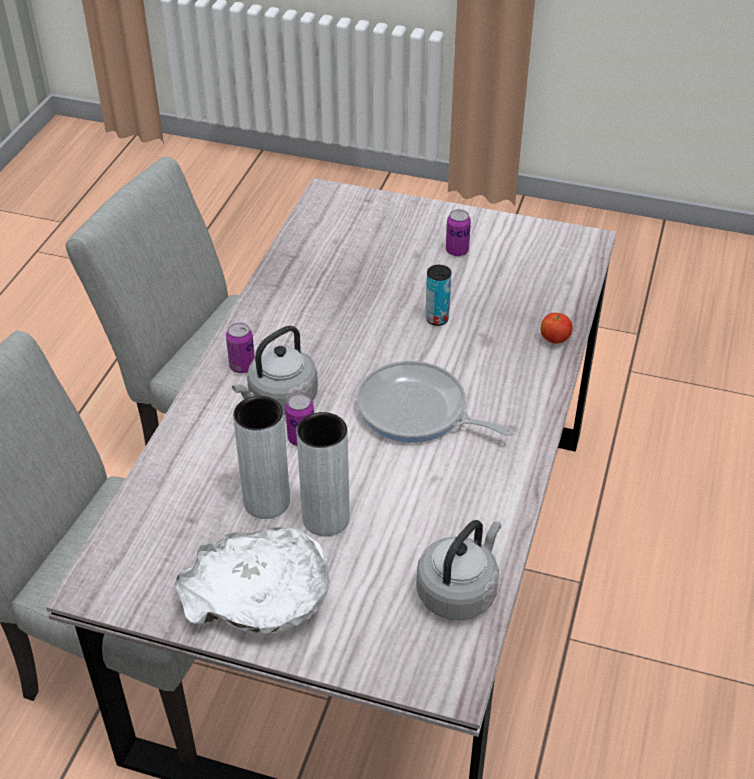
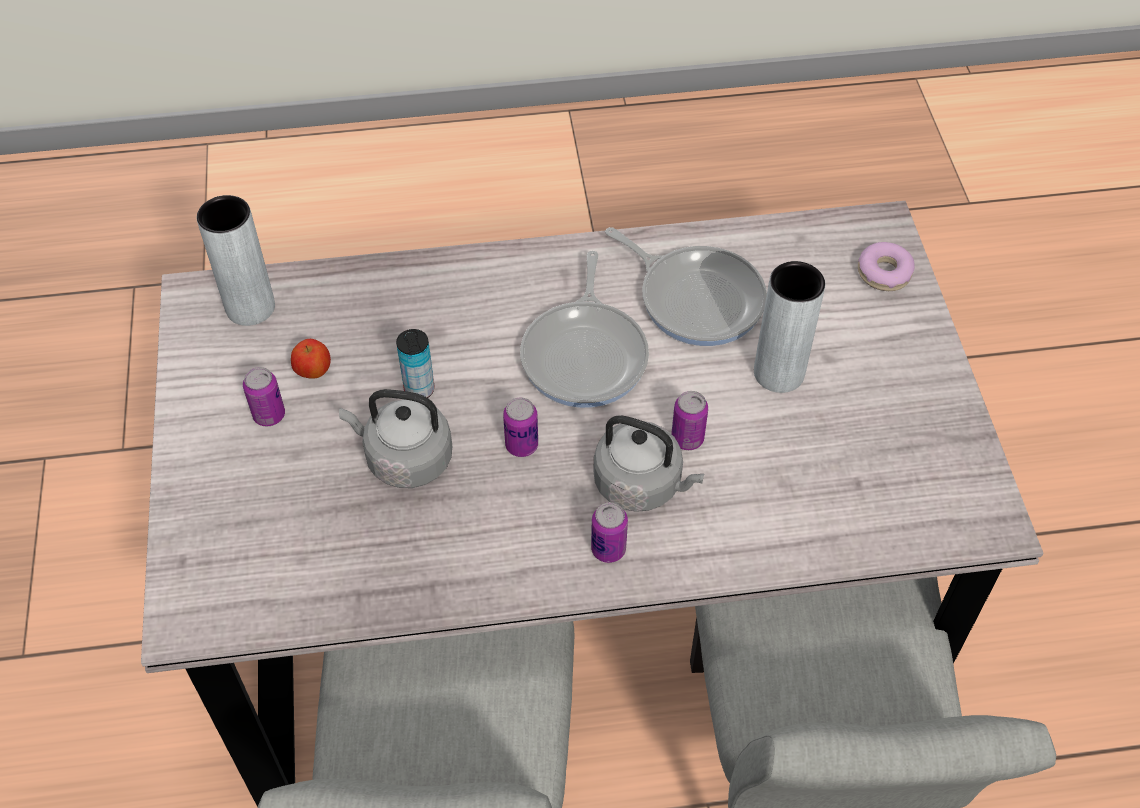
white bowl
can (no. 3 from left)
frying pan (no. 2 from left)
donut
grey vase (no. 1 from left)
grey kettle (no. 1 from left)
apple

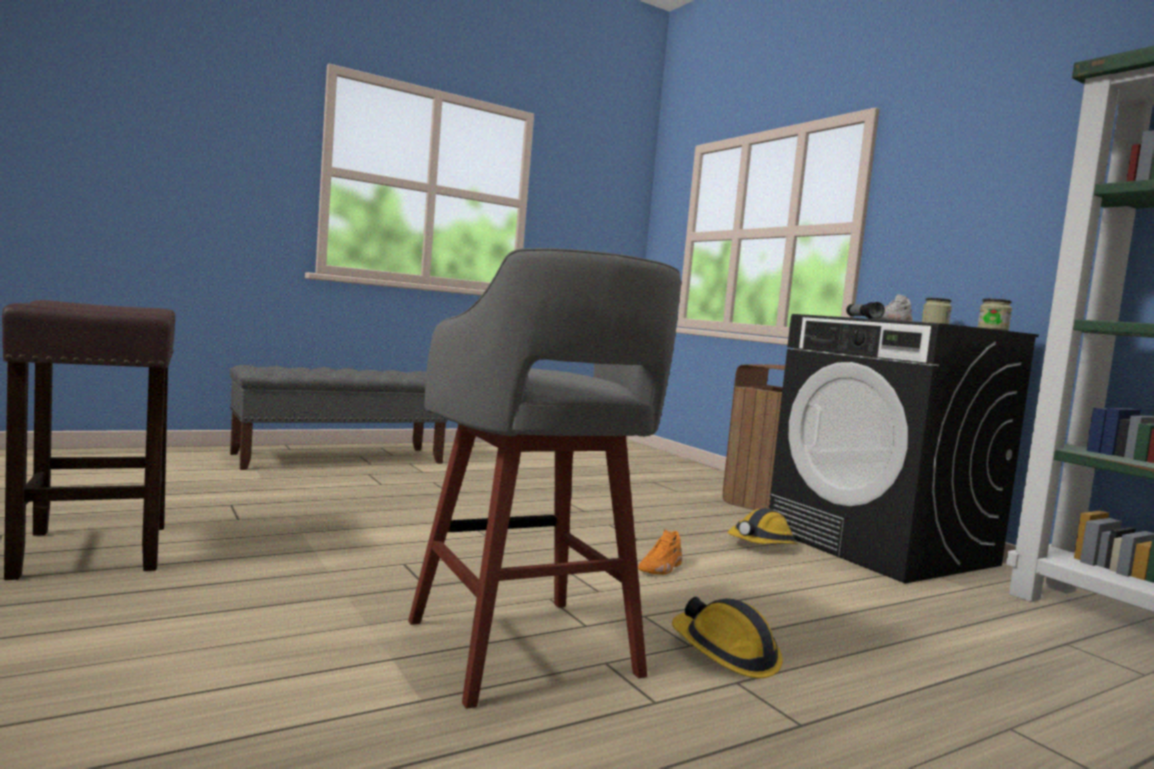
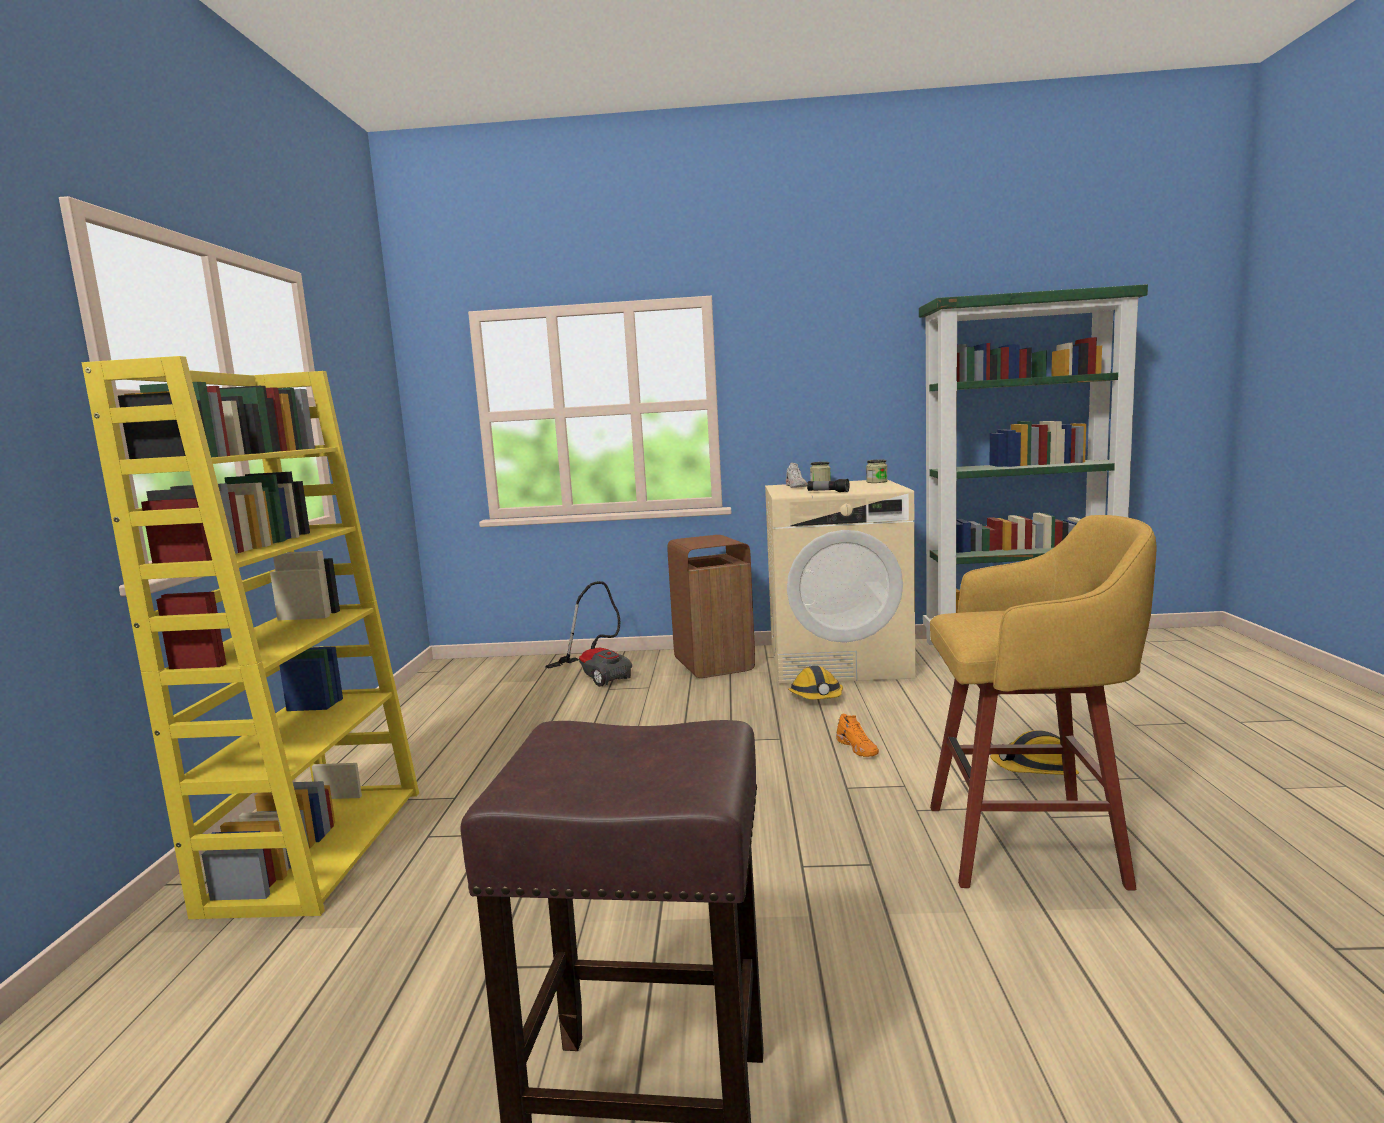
vacuum cleaner
yellow bookcase
yellow stool
beige washing machine

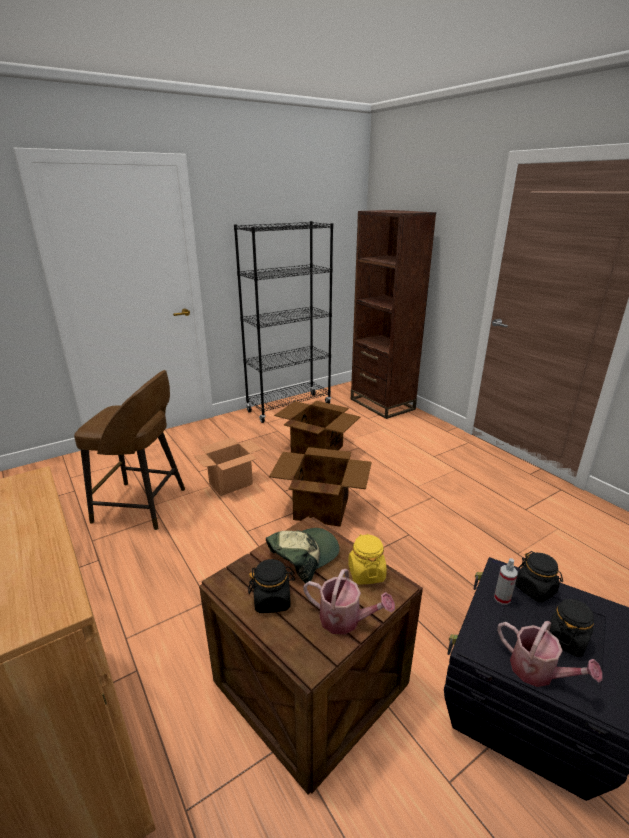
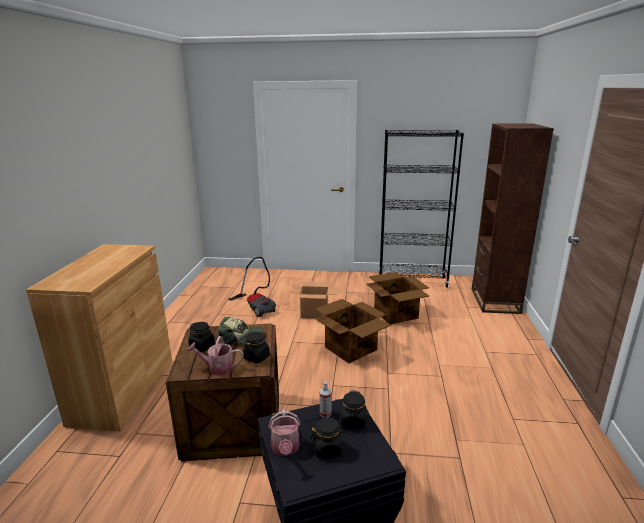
vacuum cleaner
black jar (no. 2 from left)
watering can (no. 1 from left)

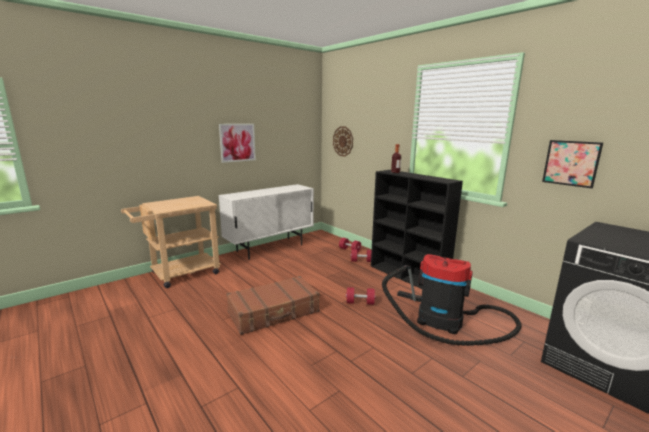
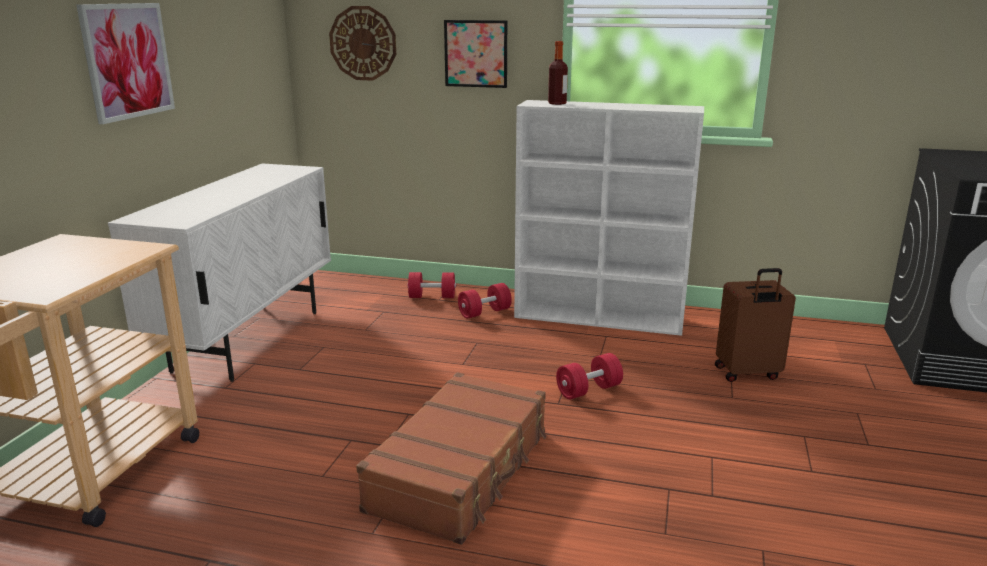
picture (no. 2 from left)
brown suitcase (no. 2 from left)
white bookcase

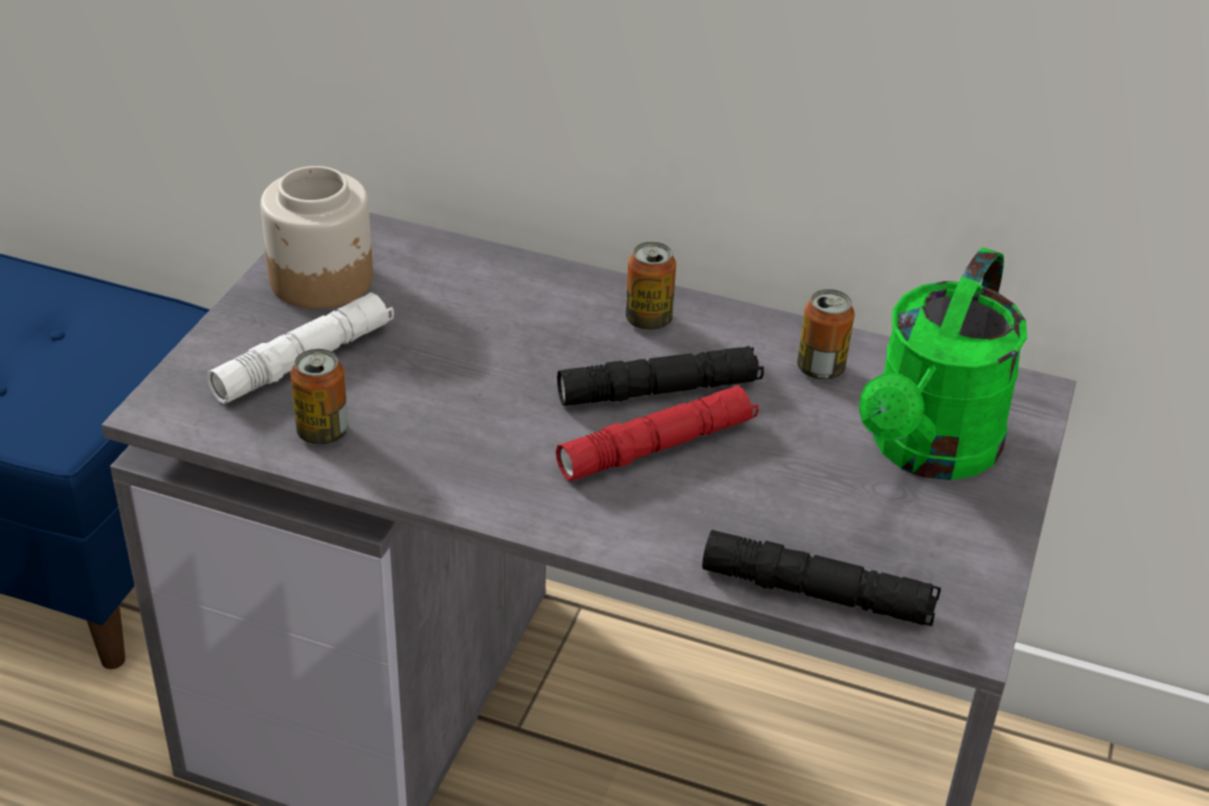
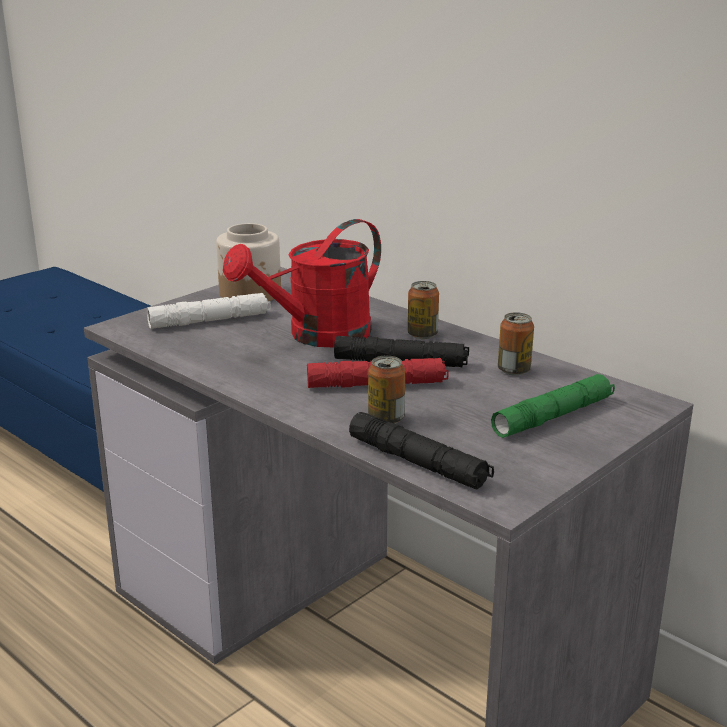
red watering can
can (no. 1 from left)
green flashlight

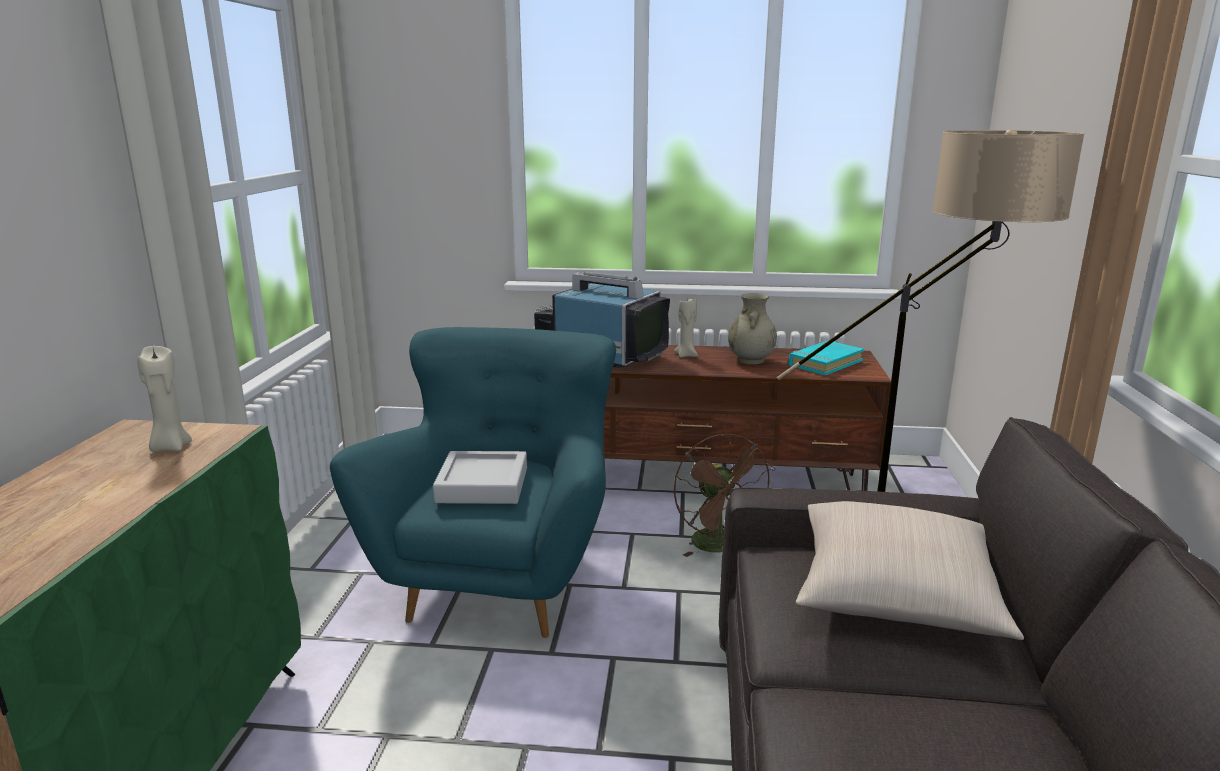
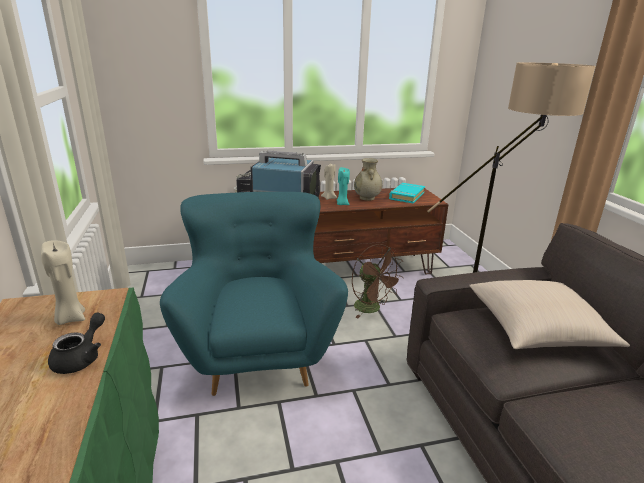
grey tray
black teapot
turquoise candle

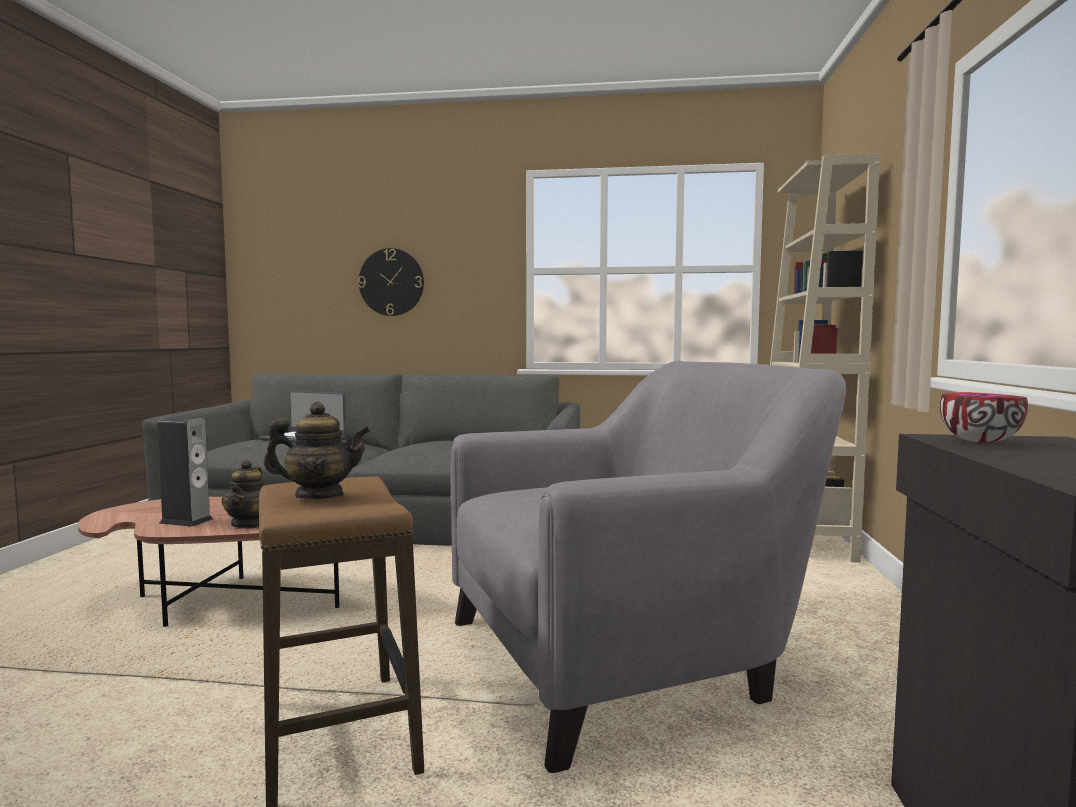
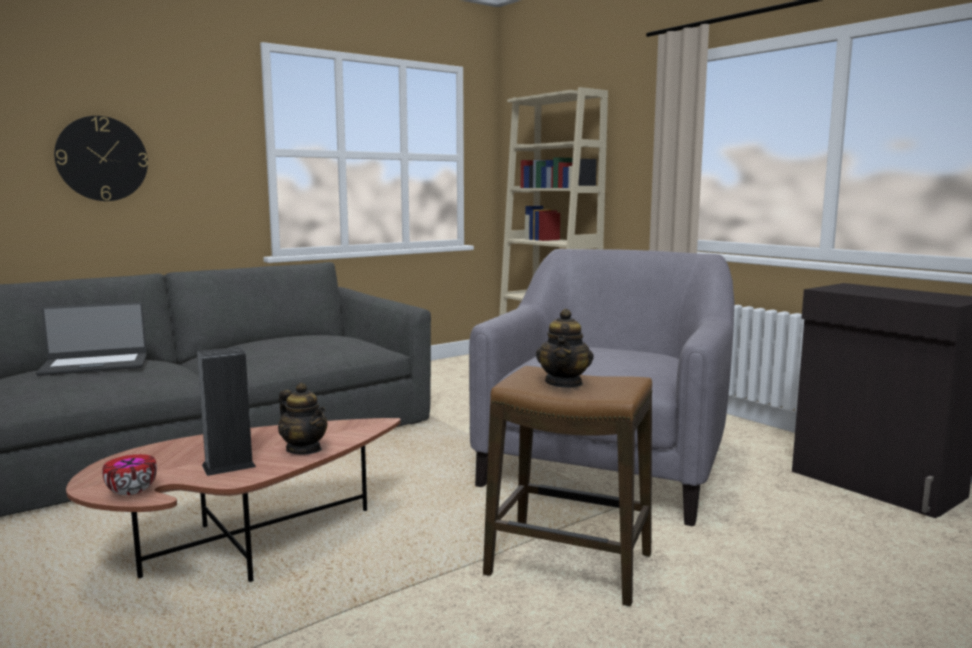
bowl
teapot (no. 2 from left)

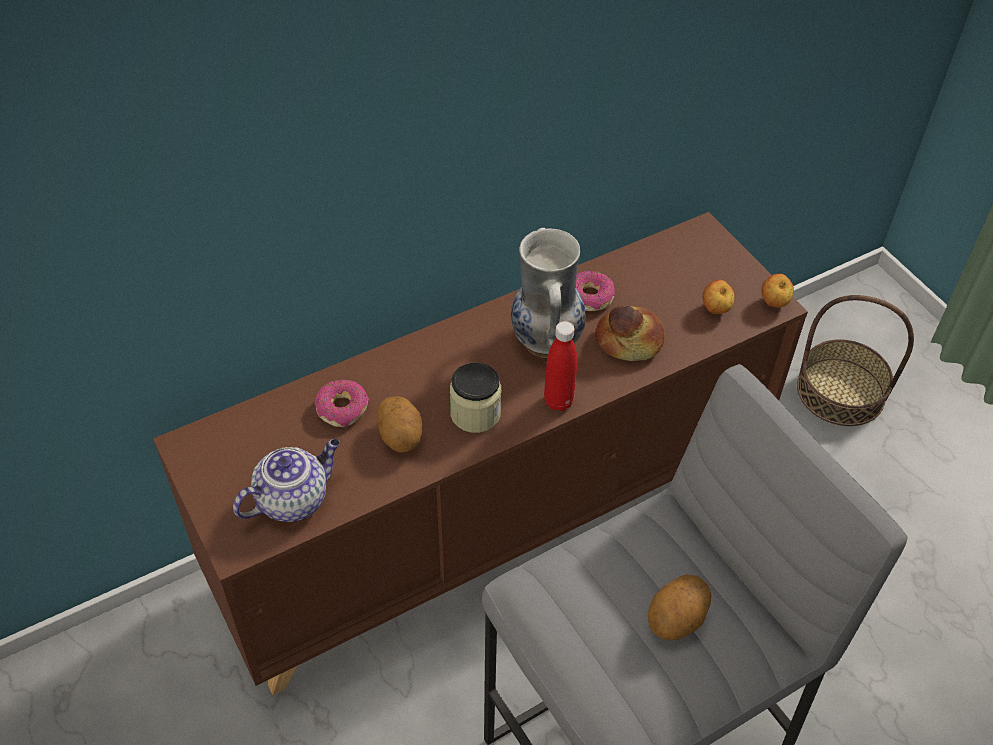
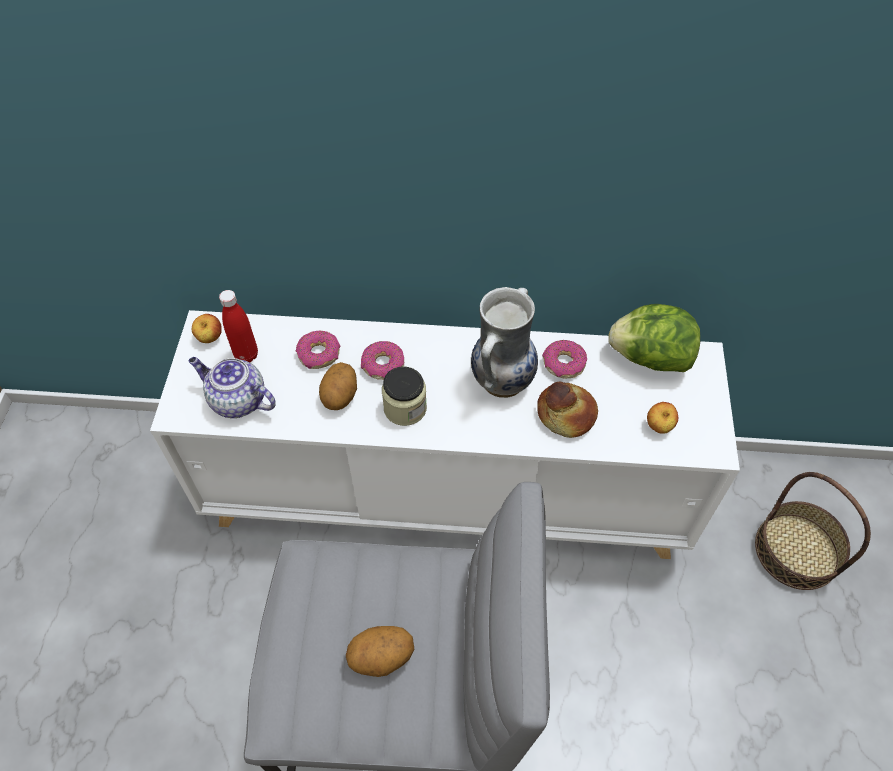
donut (no. 2 from left)
lettuce
red bottle
apple (no. 1 from left)
white cabinet
teapot

